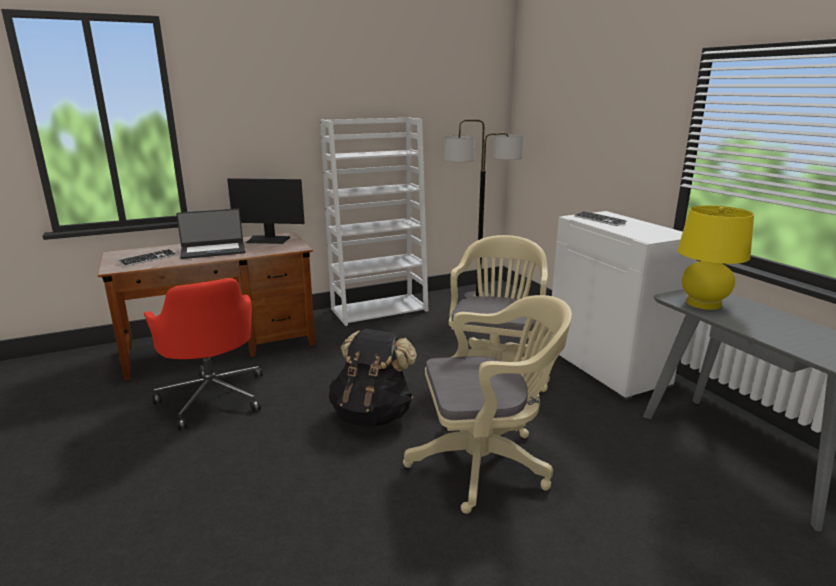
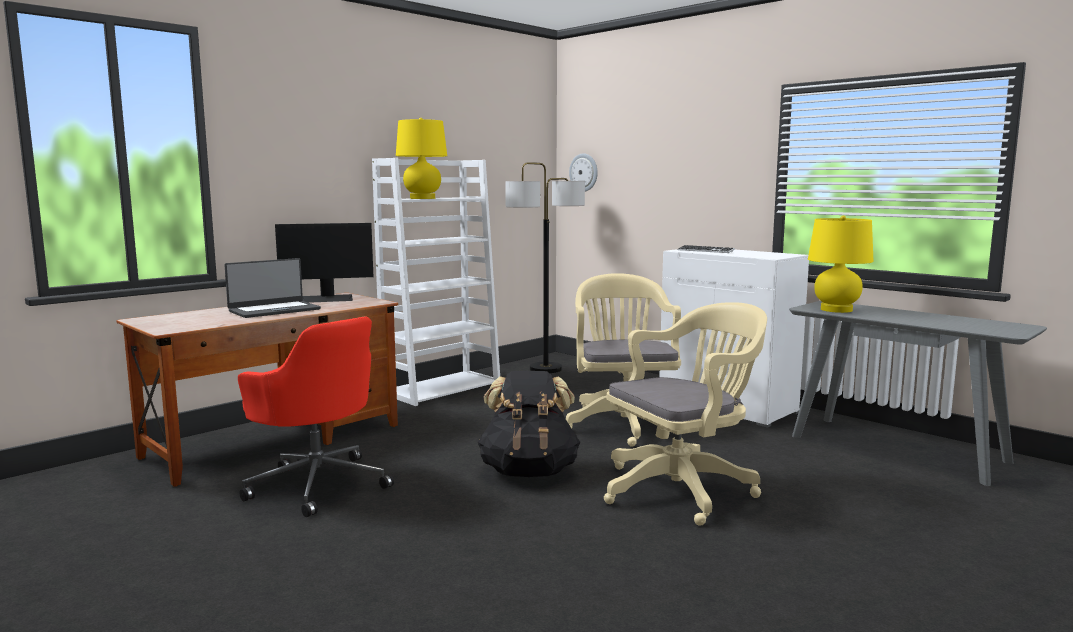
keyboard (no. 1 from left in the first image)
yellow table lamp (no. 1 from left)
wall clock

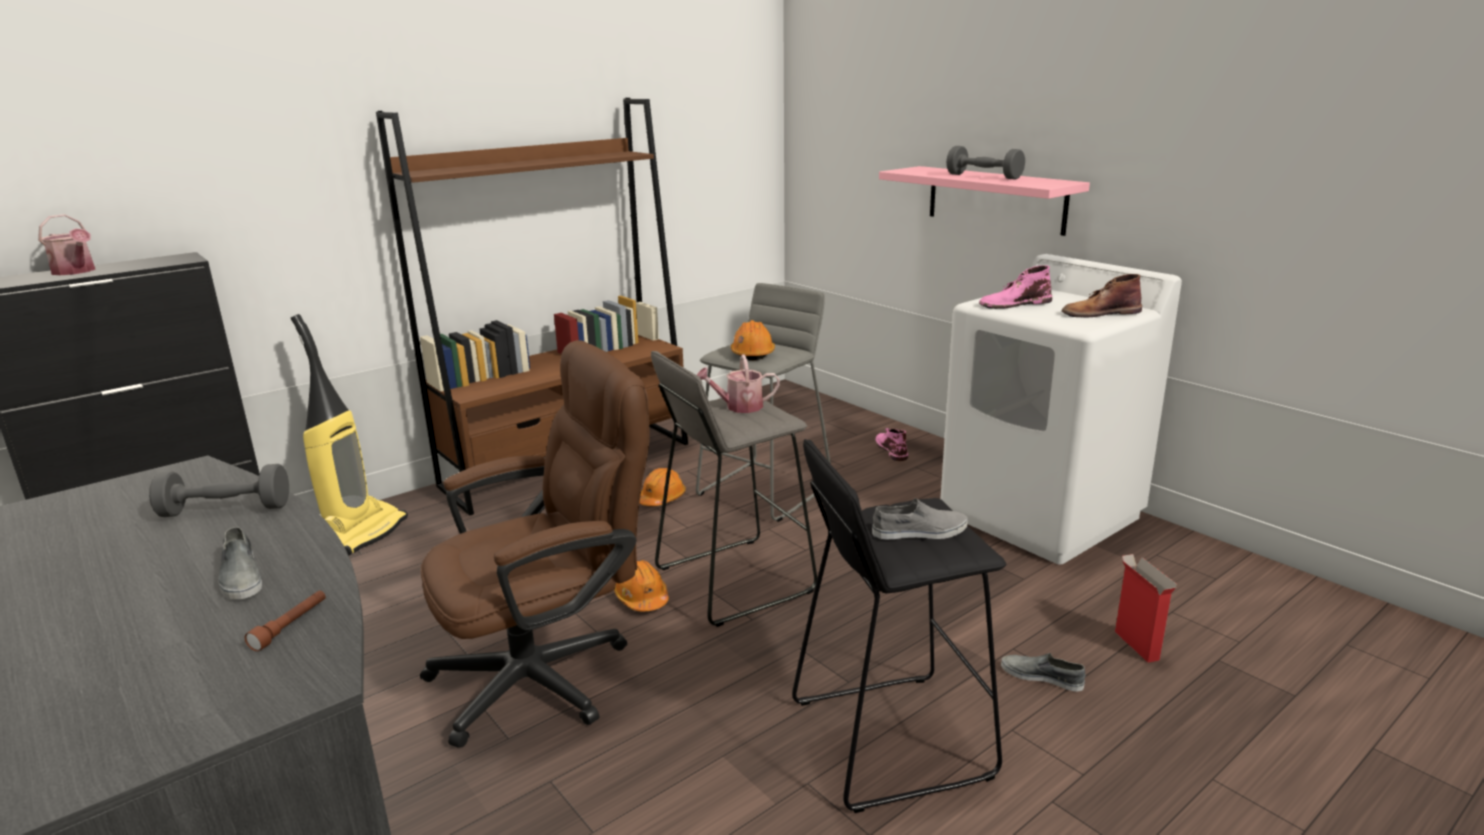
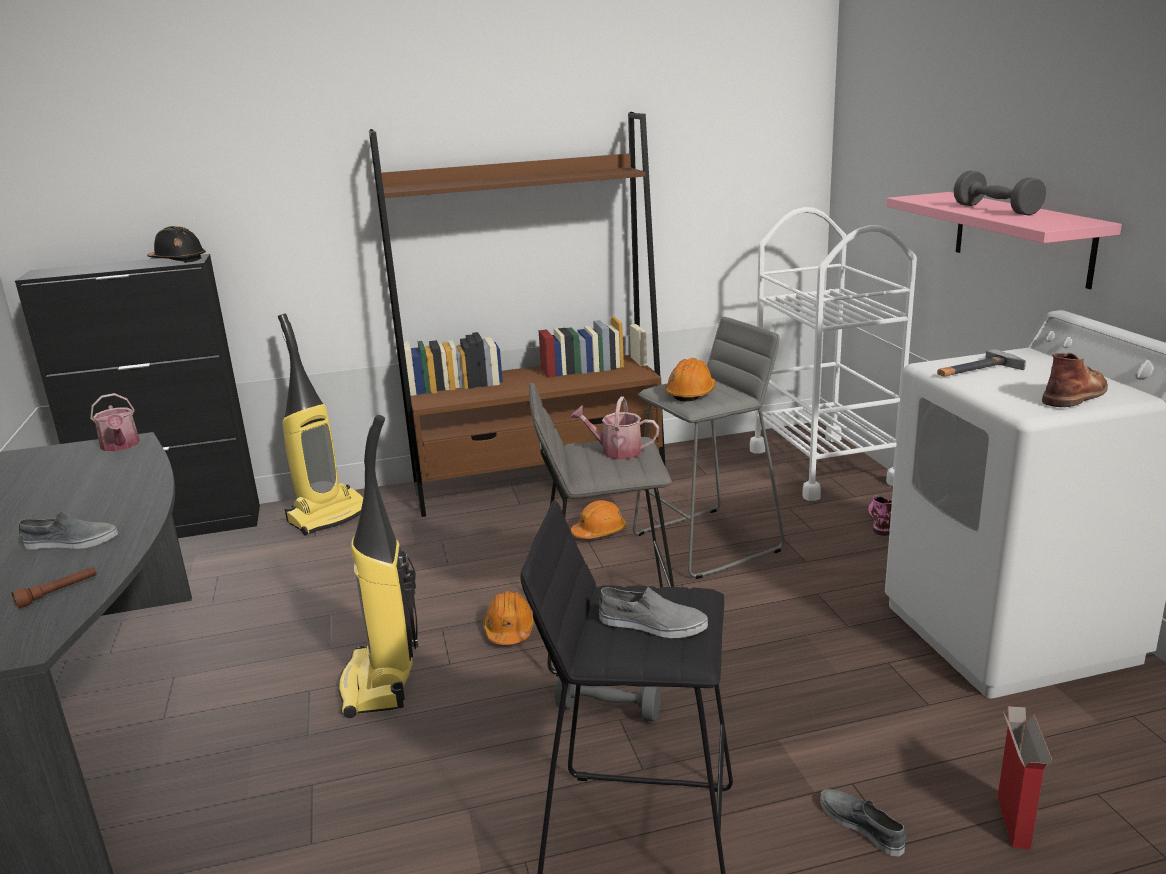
black hard hat
white cart
watering can (no. 1 from left)
grey dumbbell (no. 1 from left)
vacuum cleaner (no. 2 from left)
hammer
grey shoe (no. 1 from left)
brown boot

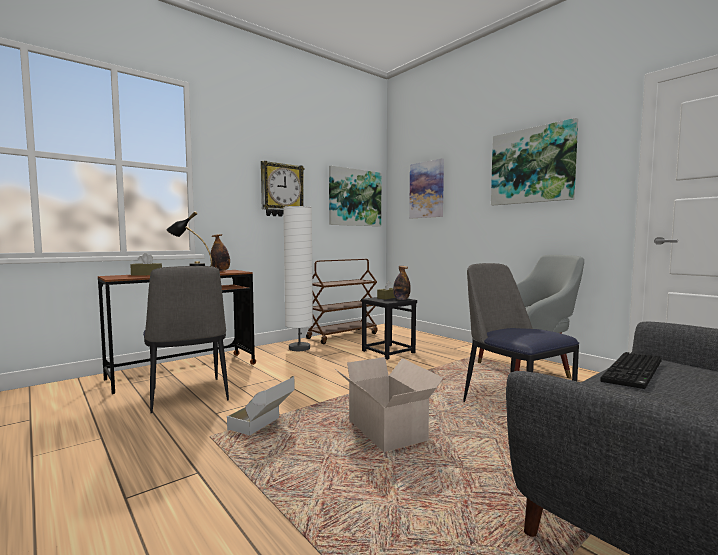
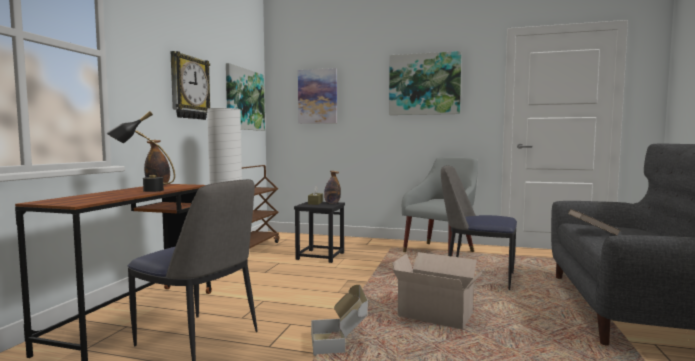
brown tissue box (no. 1 from left in the first image)
brown book

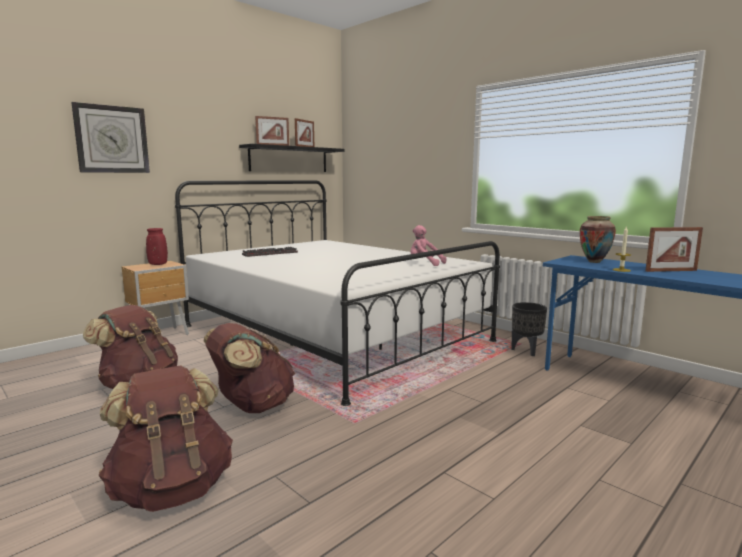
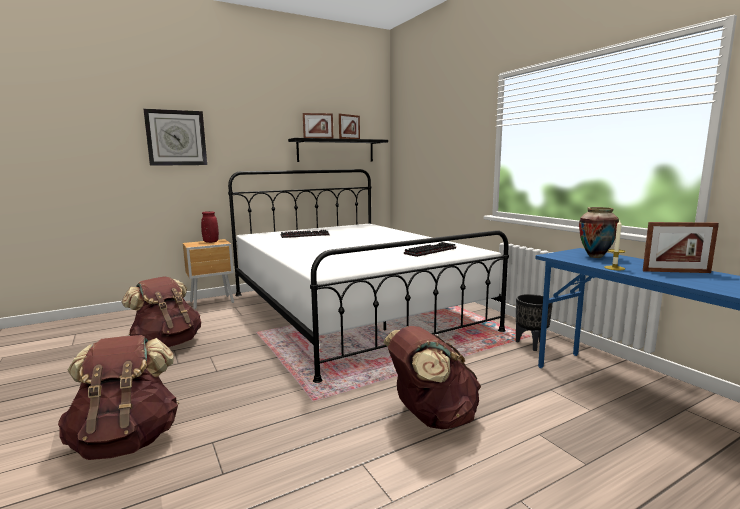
brown backpack (no. 3 from left)
keyboard (no. 2 from left)

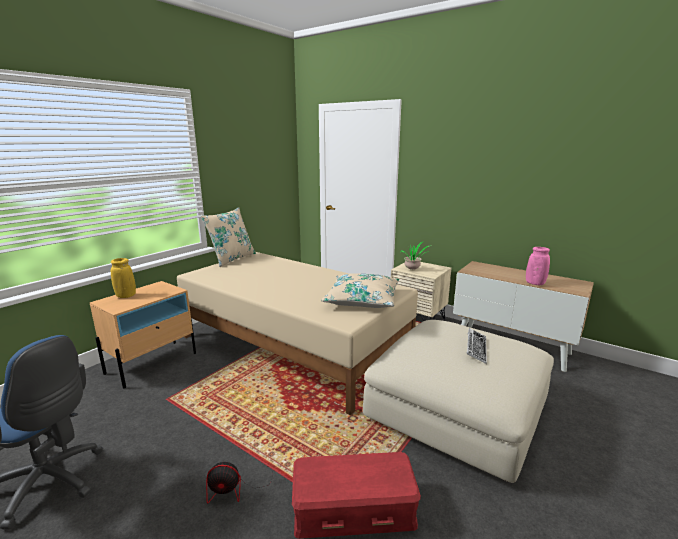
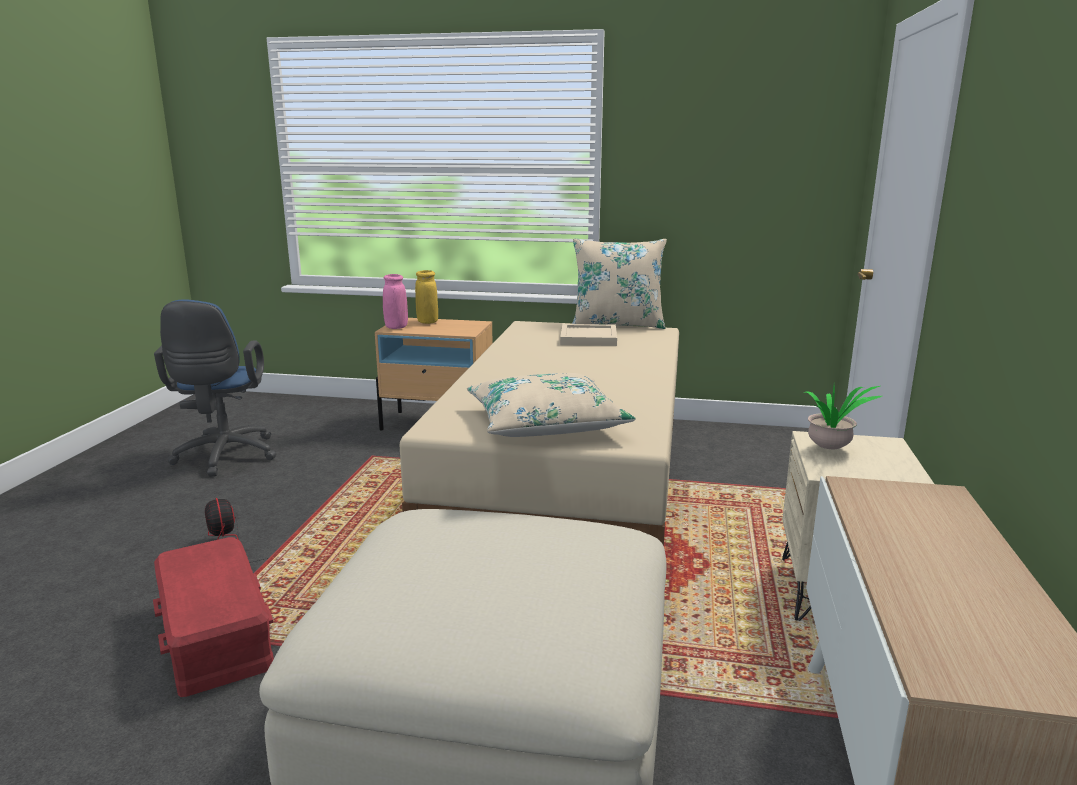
keyboard
beige tray
pink vase

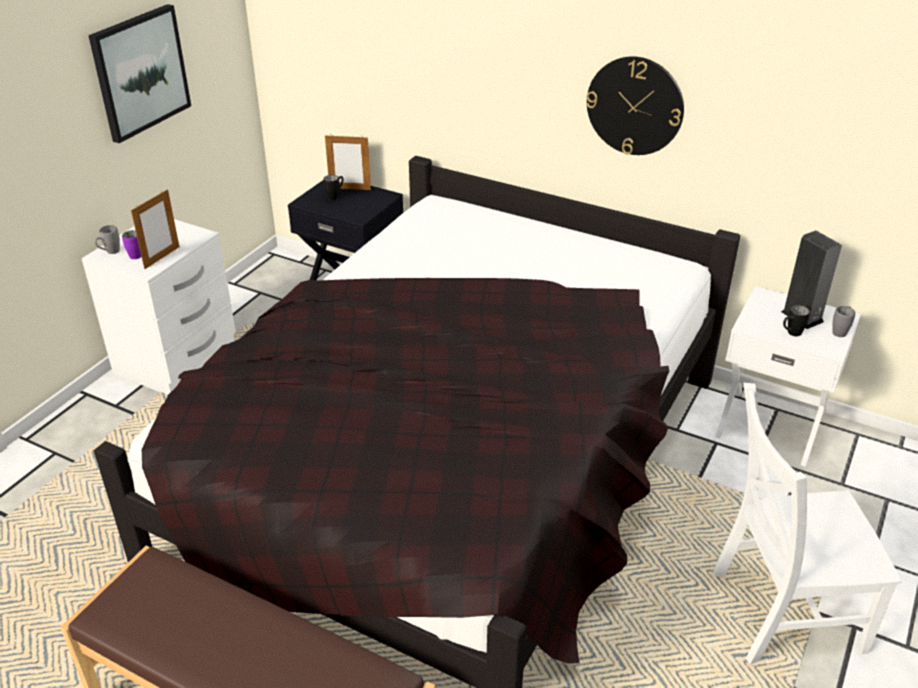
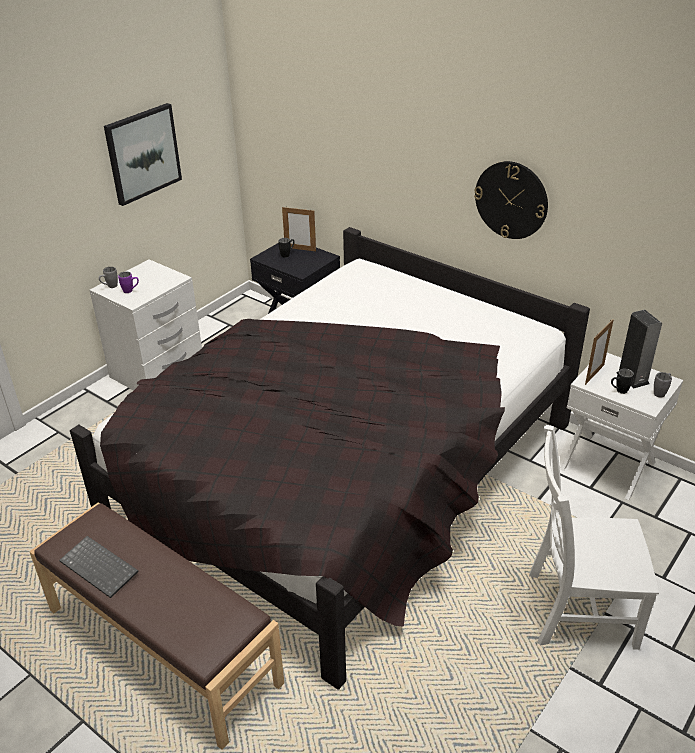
keyboard
picture frame (no. 2 from left)

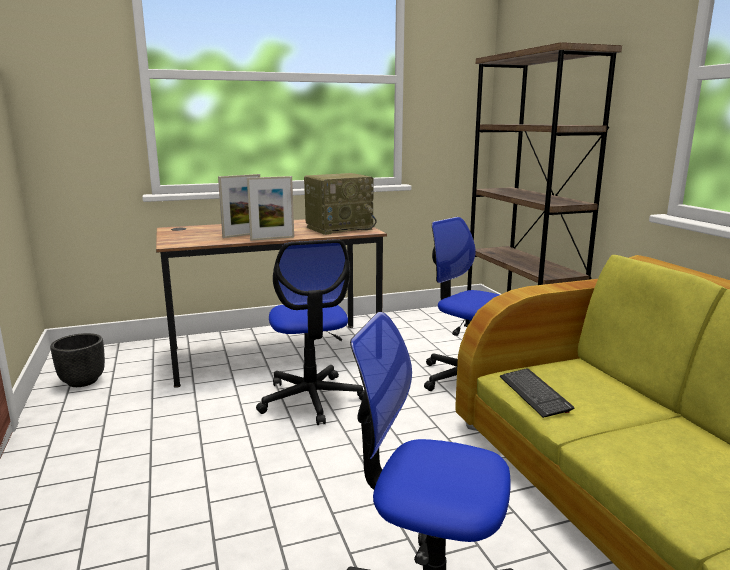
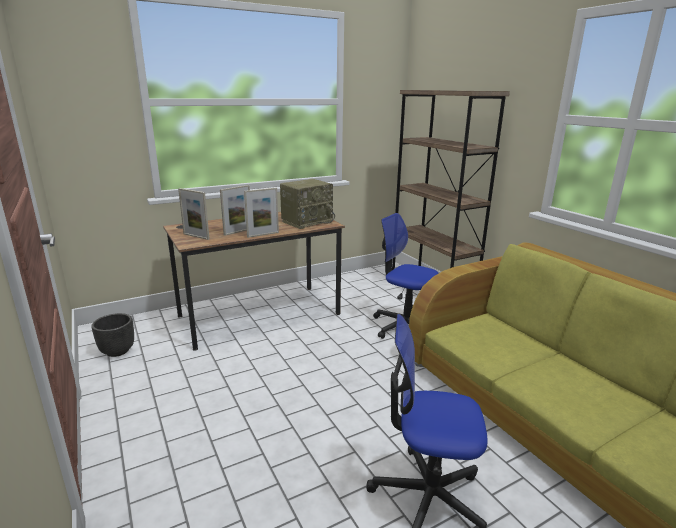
office chair (no. 1 from left in the first image)
keyboard
picture frame (no. 1 from left)

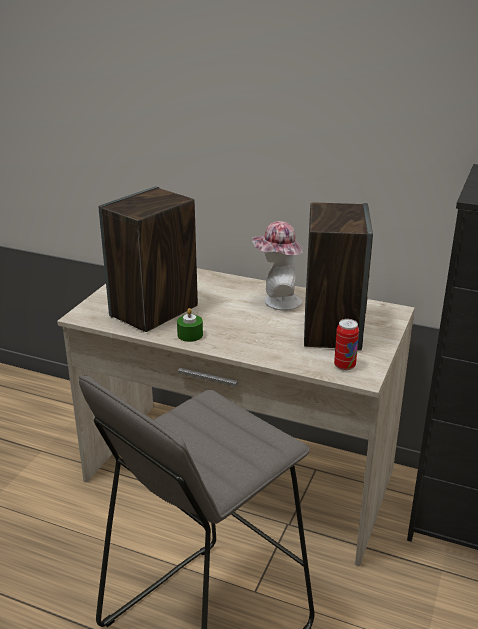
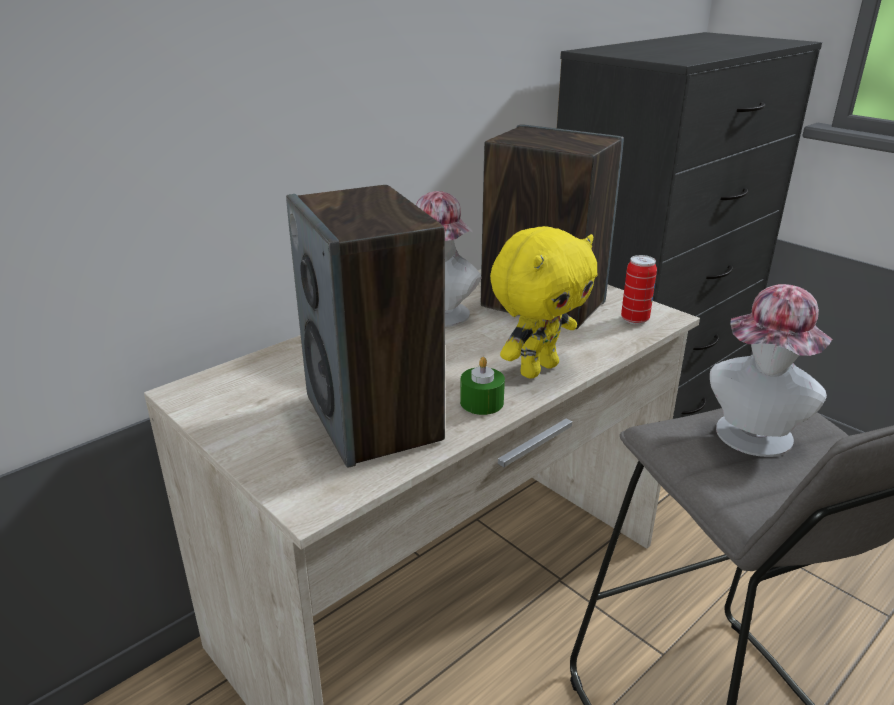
yellow plush toy
hat (no. 2 from left)

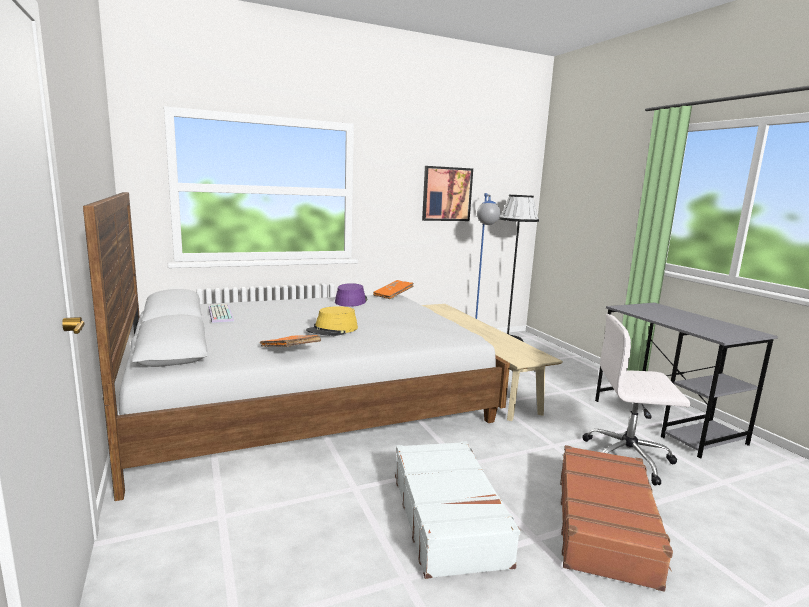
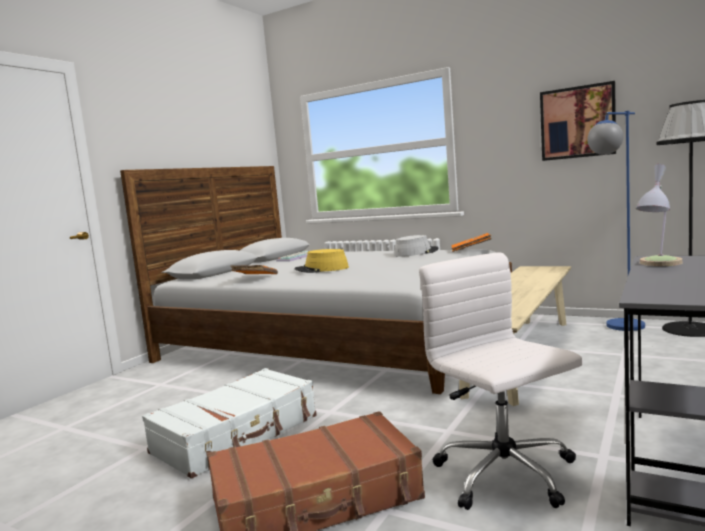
table lamp
grey hat

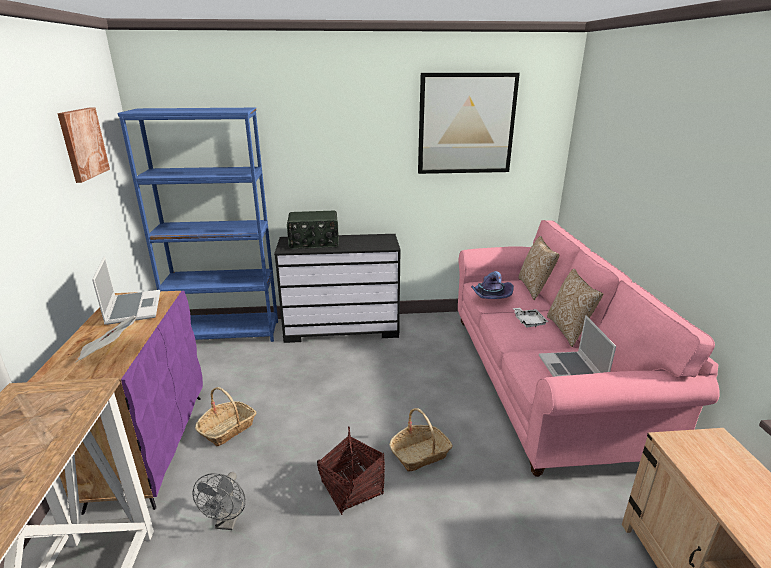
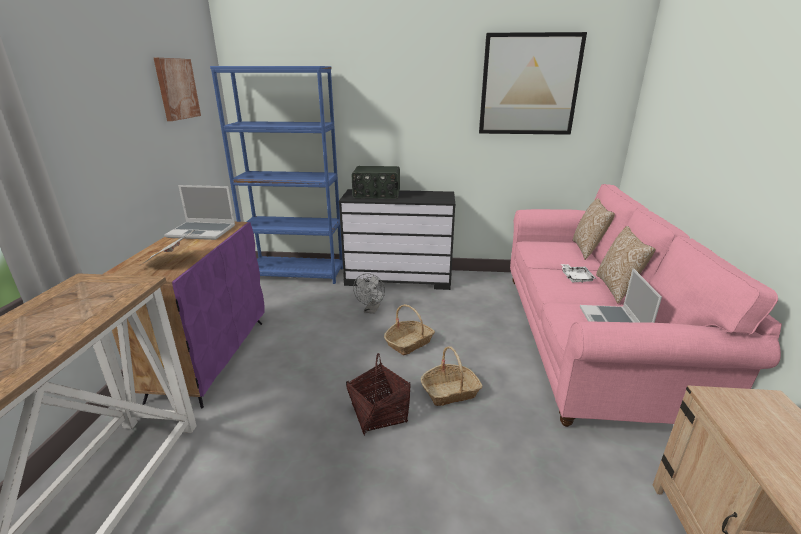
purple hat
grey fan
basket (no. 2 from left)
laptop (no. 1 from left)

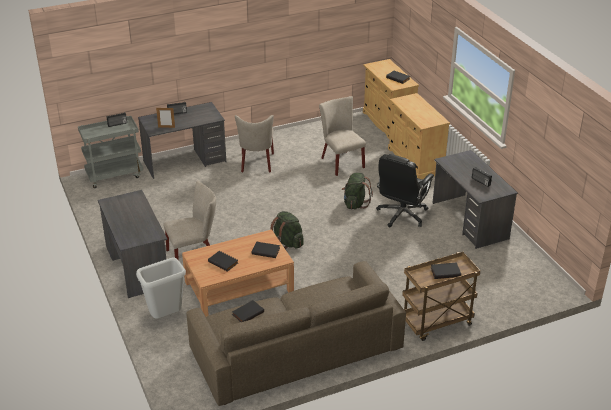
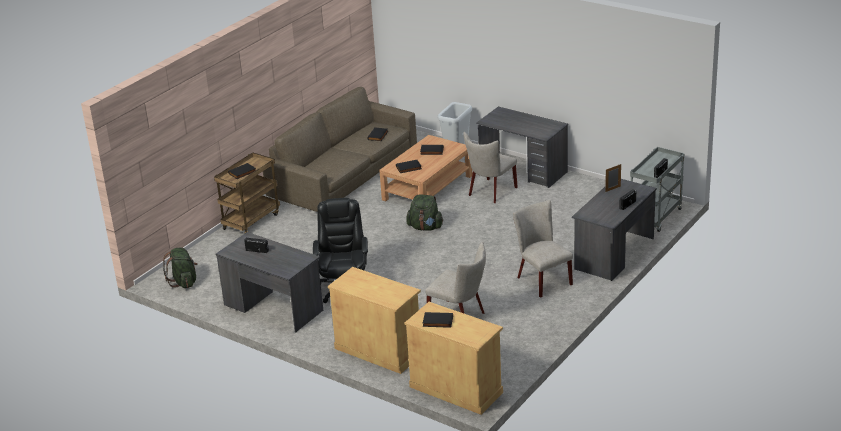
green backpack (no. 1 from left)

